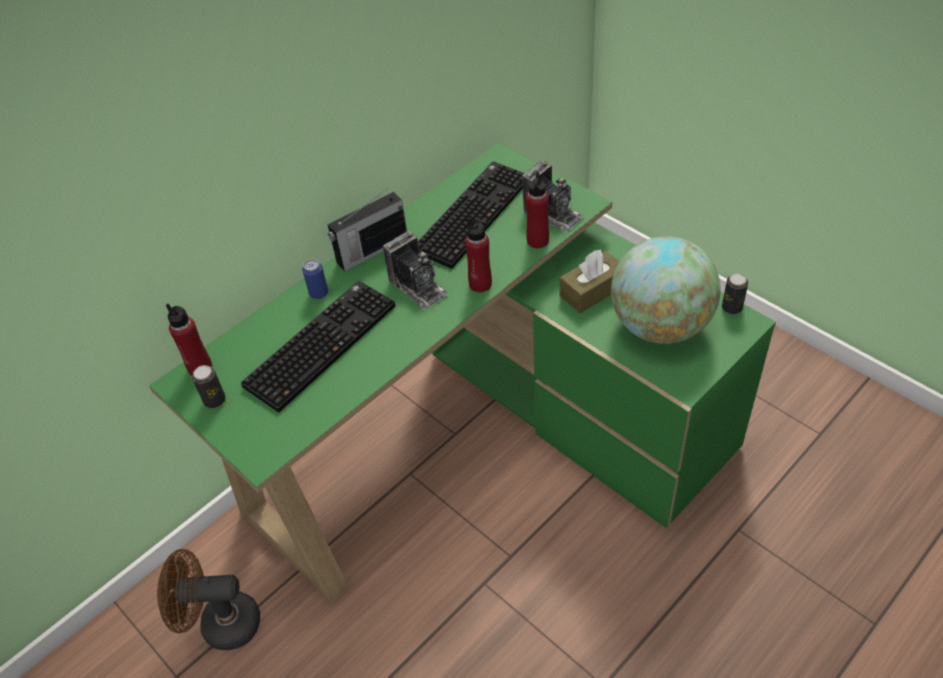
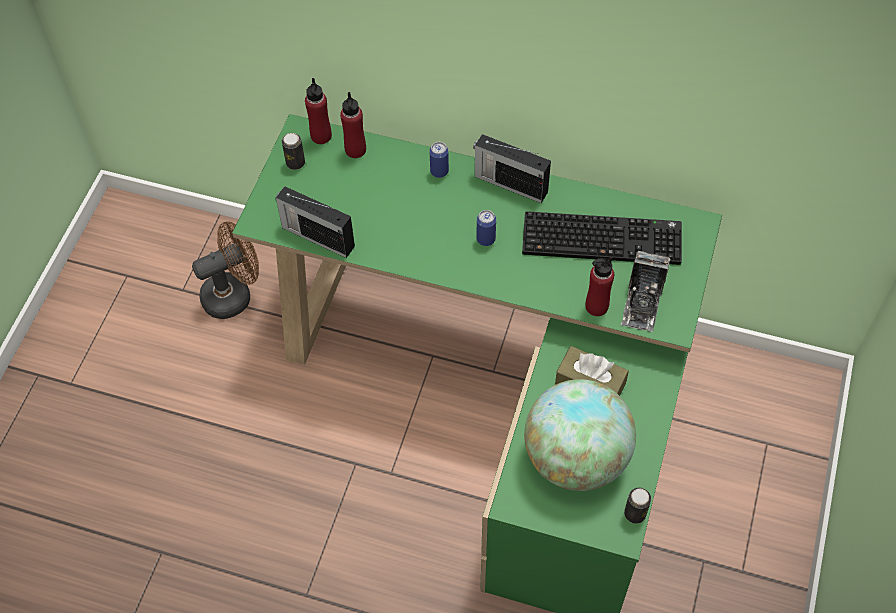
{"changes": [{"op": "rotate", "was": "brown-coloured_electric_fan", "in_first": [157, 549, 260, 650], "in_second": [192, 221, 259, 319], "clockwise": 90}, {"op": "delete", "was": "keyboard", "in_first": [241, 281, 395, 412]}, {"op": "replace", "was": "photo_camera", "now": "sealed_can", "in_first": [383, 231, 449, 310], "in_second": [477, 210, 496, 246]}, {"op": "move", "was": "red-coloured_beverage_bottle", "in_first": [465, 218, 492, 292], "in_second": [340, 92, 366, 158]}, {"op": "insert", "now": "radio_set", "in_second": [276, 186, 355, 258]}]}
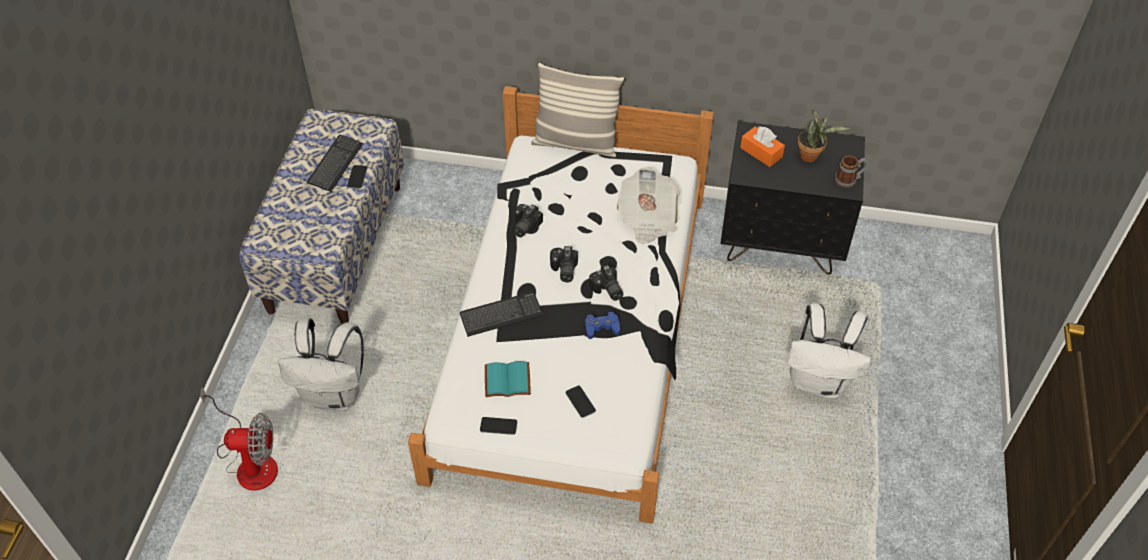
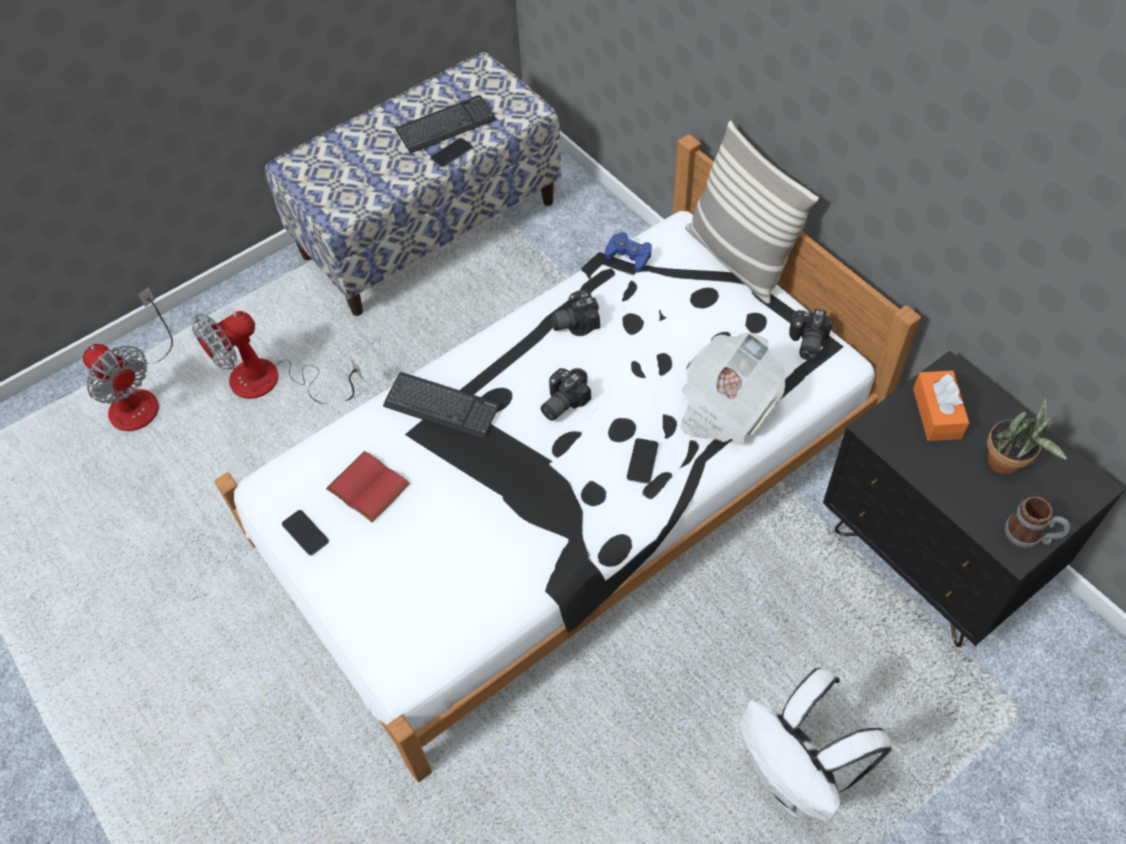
{"changes": [{"op": "replace", "was": "whitish_rucksack", "now": "electric_fan", "in_first": [278, 318, 364, 411], "in_second": [192, 311, 362, 404]}, {"op": "recolor", "was": "blue-green_book", "now": "red-coloured_book", "in_first": [485, 361, 531, 397], "in_second": [326, 451, 410, 522]}, {"op": "move", "was": "phone", "in_first": [566, 386, 596, 418], "in_second": [627, 438, 659, 484]}, {"op": "move", "was": "blue_gamepad", "in_first": [585, 312, 620, 339], "in_second": [605, 232, 652, 272]}, {"op": "move", "was": "photo_camera", "in_first": [589, 265, 623, 301], "in_second": [789, 309, 833, 361]}]}
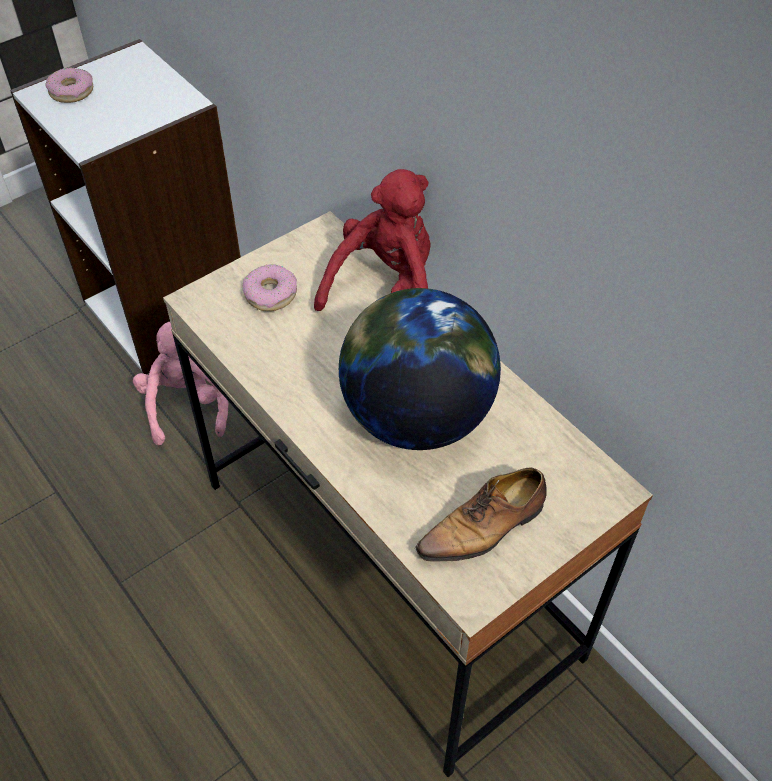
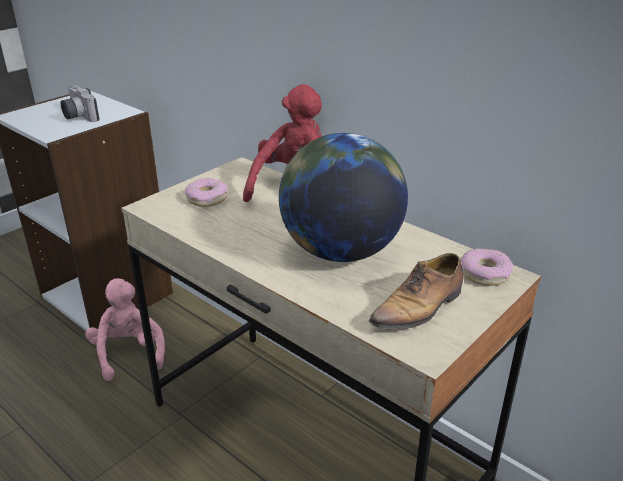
{"changes": [{"op": "move", "was": "doughnut", "in_first": [45, 68, 93, 103], "in_second": [461, 248, 513, 286]}, {"op": "insert", "now": "photo_camera", "in_second": [61, 85, 100, 122]}]}
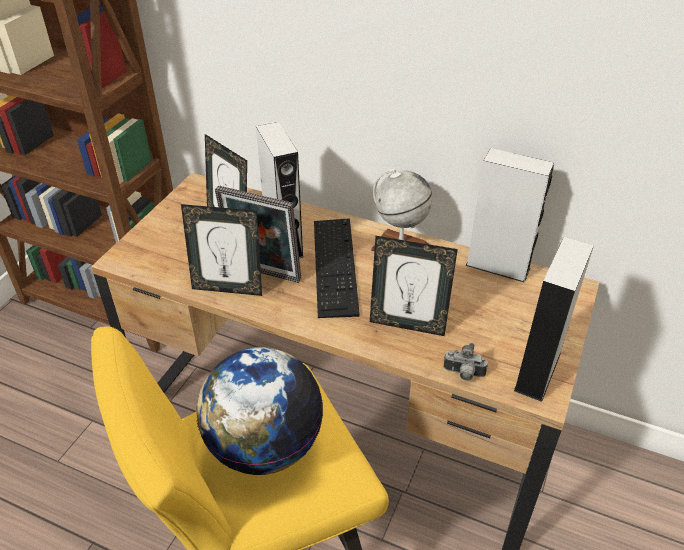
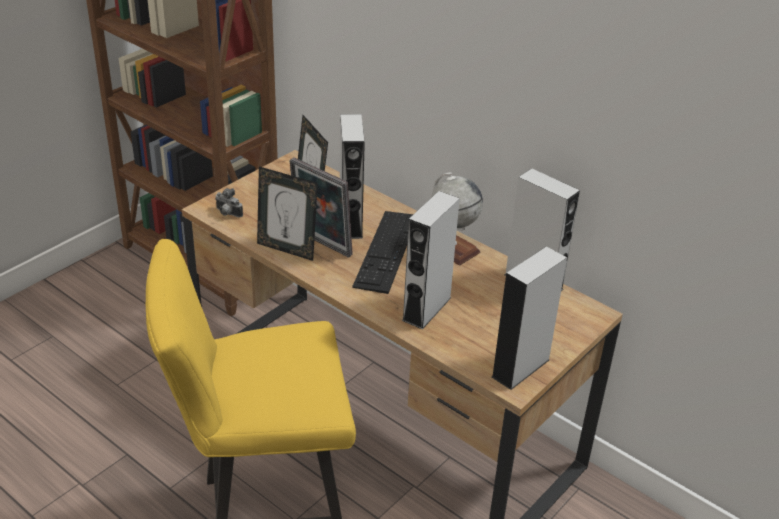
{"changes": [{"op": "delete", "was": "world_globe", "in_first": [196, 347, 323, 475]}, {"op": "replace", "was": "standing_frame", "now": "gray_audio_speaker", "in_first": [370, 236, 458, 336], "in_second": [402, 191, 460, 330]}, {"op": "move", "was": "photo_camera", "in_first": [444, 343, 488, 381], "in_second": [215, 188, 243, 217]}]}
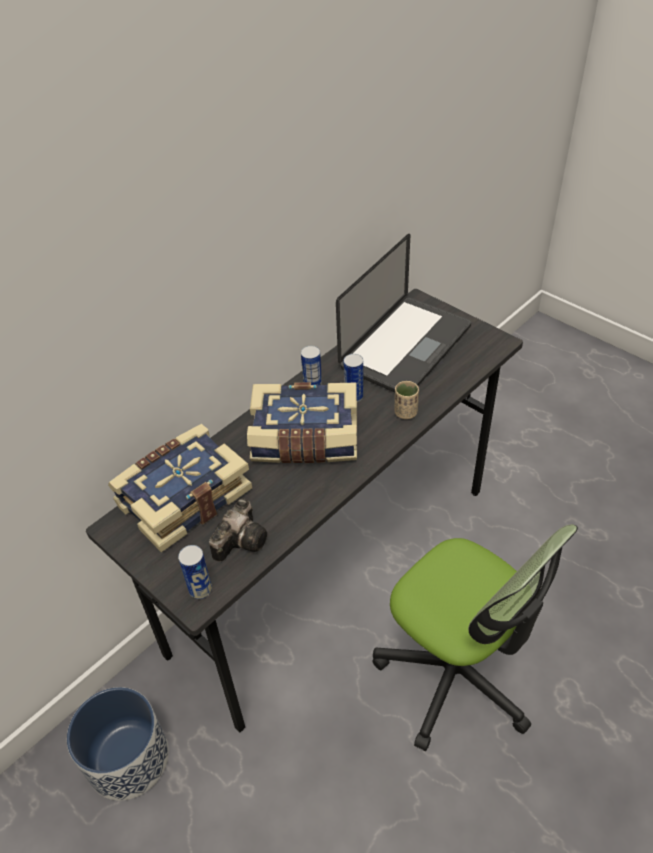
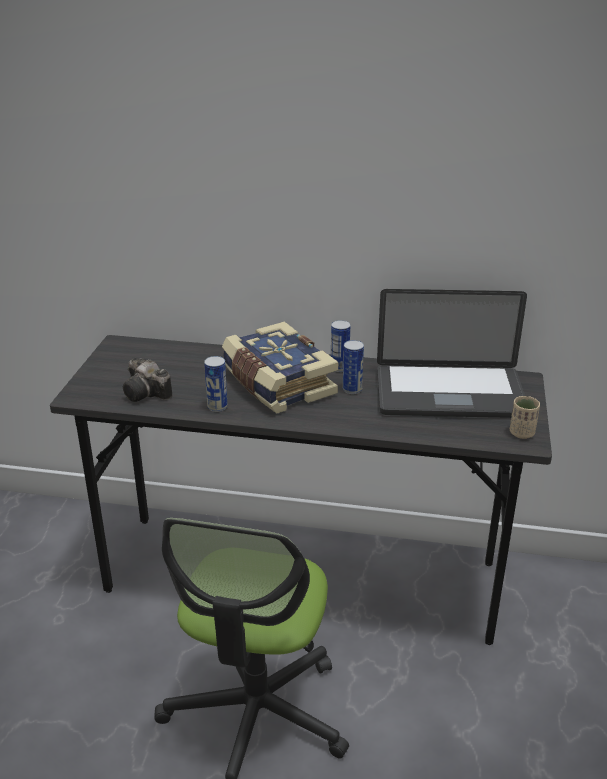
{"changes": [{"op": "delete", "was": "flower_pot", "in_first": [67, 687, 169, 801]}, {"op": "delete", "was": "book", "in_first": [108, 424, 252, 552]}, {"op": "move", "was": "sealed_can", "in_first": [178, 545, 212, 599], "in_second": [204, 356, 228, 412]}, {"op": "rotate", "was": "photo_camera", "in_first": [209, 498, 267, 562], "in_second": [123, 358, 172, 402], "clockwise": 45}, {"op": "move", "was": "beige_small_cup", "in_first": [395, 381, 419, 419], "in_second": [510, 396, 540, 439]}]}
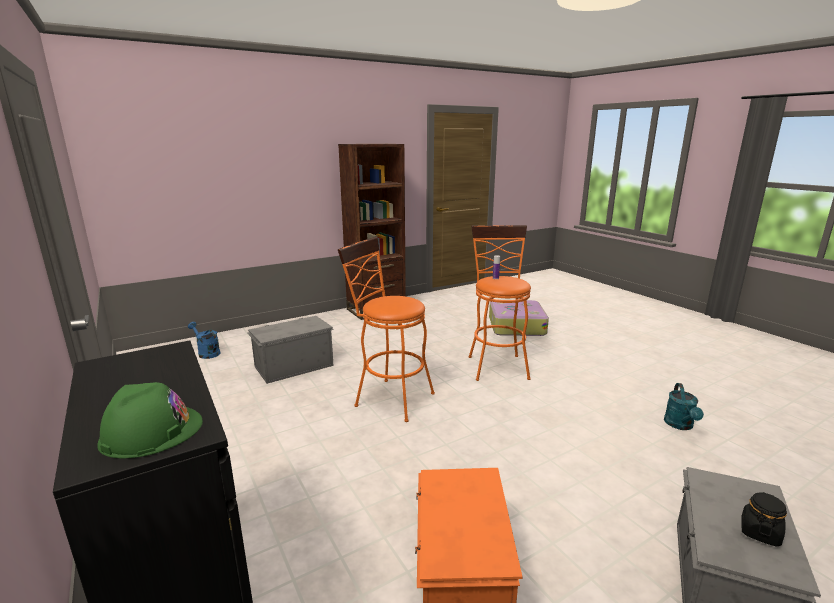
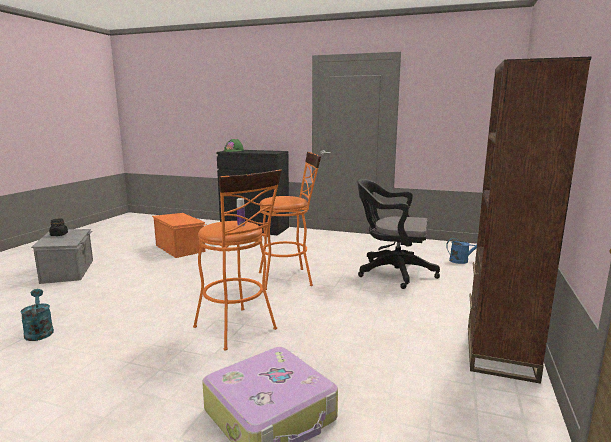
{"changes": [{"op": "replace", "was": "gray_storage_box", "now": "black_desk_chair", "in_first": [247, 316, 334, 384], "in_second": [357, 179, 440, 289]}]}
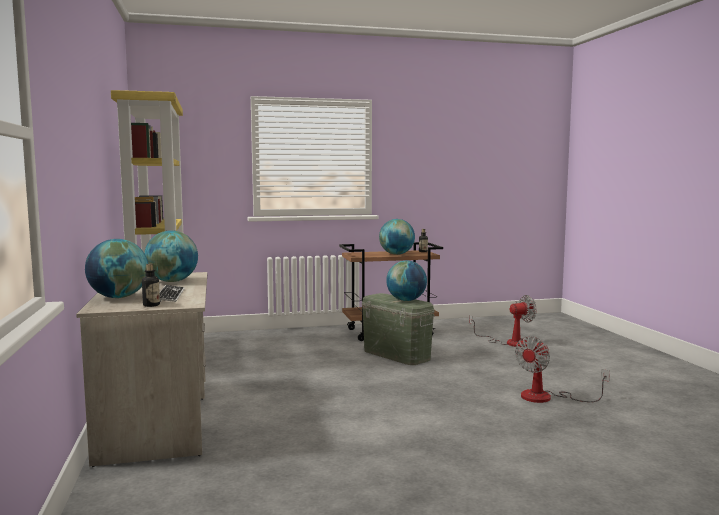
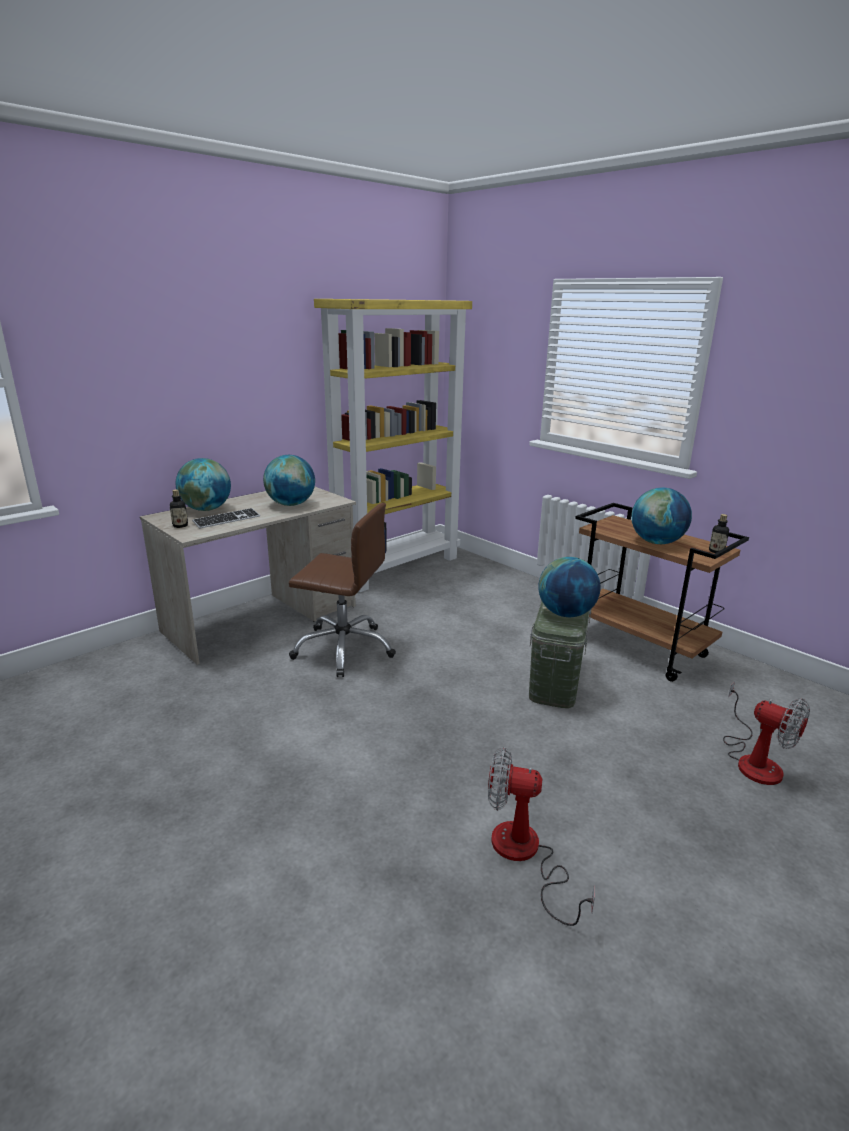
{"changes": [{"op": "insert", "now": "brown-coloured_desk_chair", "in_second": [289, 503, 396, 677]}]}
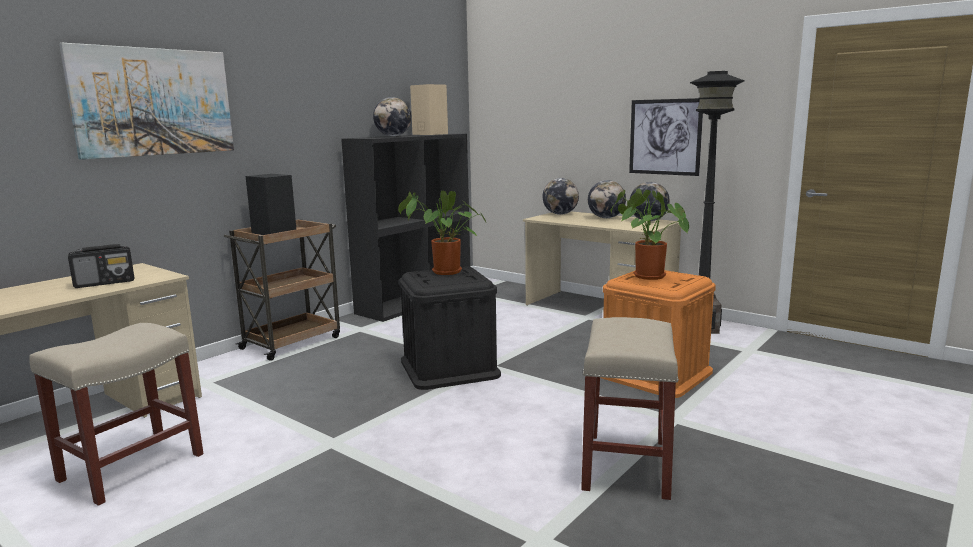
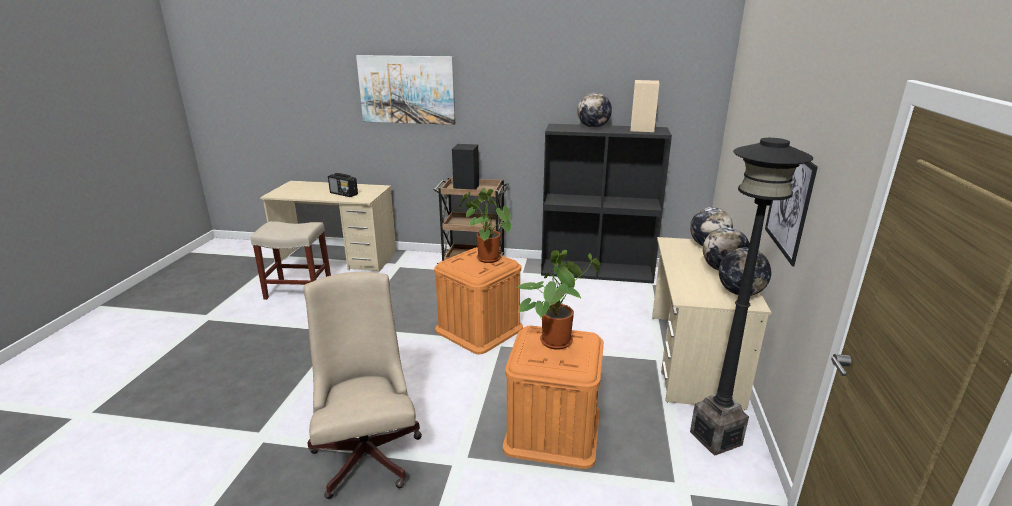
{"changes": [{"op": "recolor", "was": "black_storage_box", "now": "orangey_storage_box", "in_first": [399, 267, 501, 390], "in_second": [434, 247, 523, 354]}, {"op": "replace", "was": "beige_sitting_stool", "now": "beige_desk_chair", "in_first": [581, 317, 679, 500], "in_second": [304, 272, 422, 499]}]}
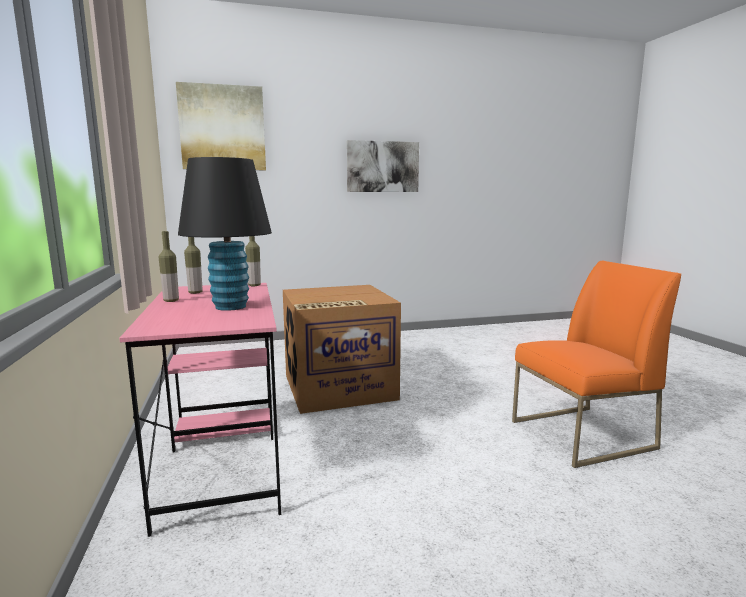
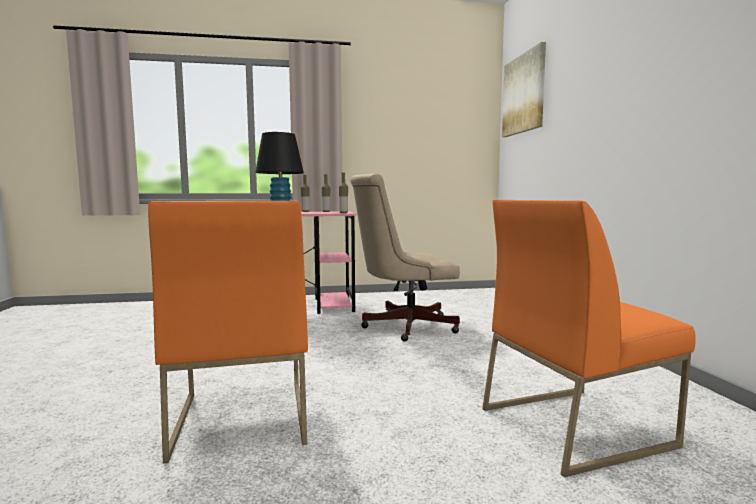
{"changes": [{"op": "replace", "was": "carton", "now": "beige_desk_chair", "in_first": [283, 285, 401, 414], "in_second": [350, 174, 460, 342]}, {"op": "delete", "was": "wall_art", "in_first": [347, 140, 419, 192]}, {"op": "insert", "now": "orangey_plain_chair", "in_second": [483, 200, 696, 477]}]}
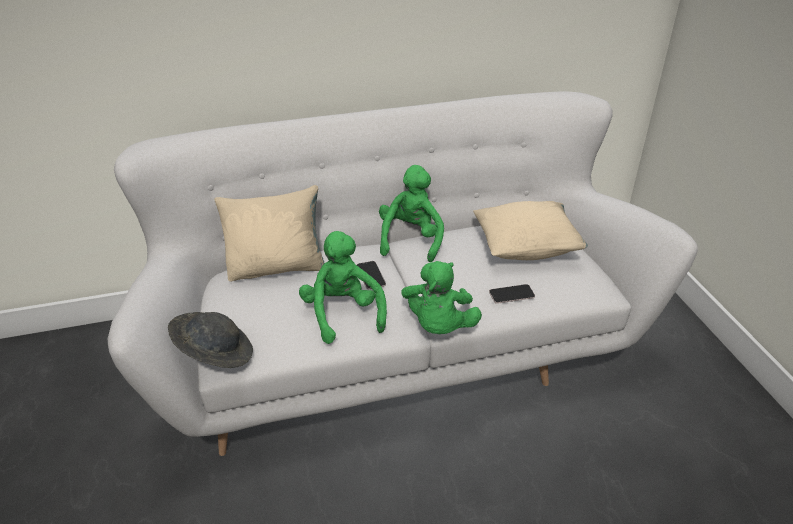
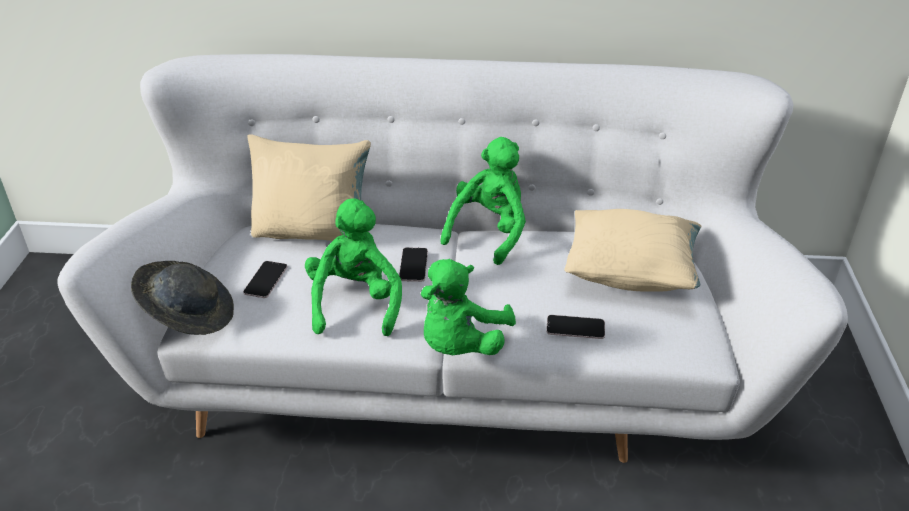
{"changes": [{"op": "insert", "now": "phone", "in_second": [243, 261, 287, 298]}]}
